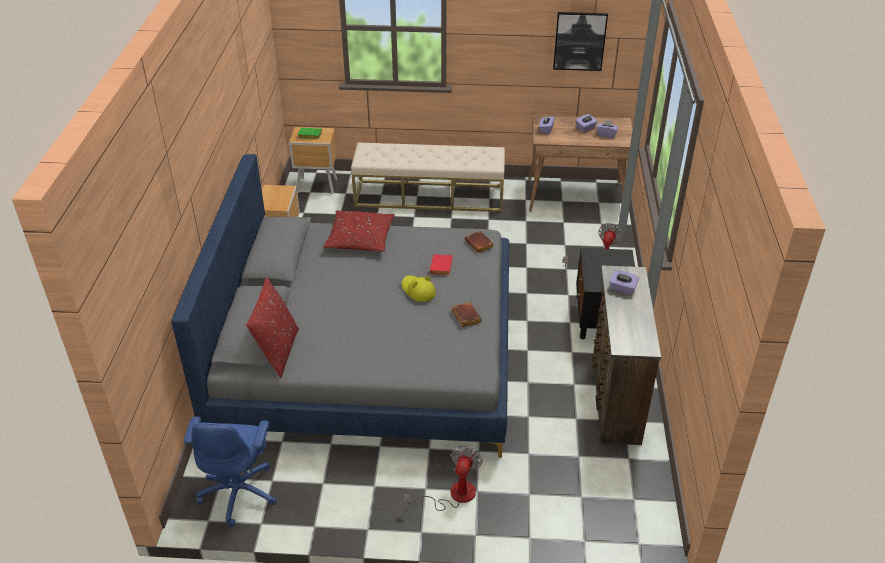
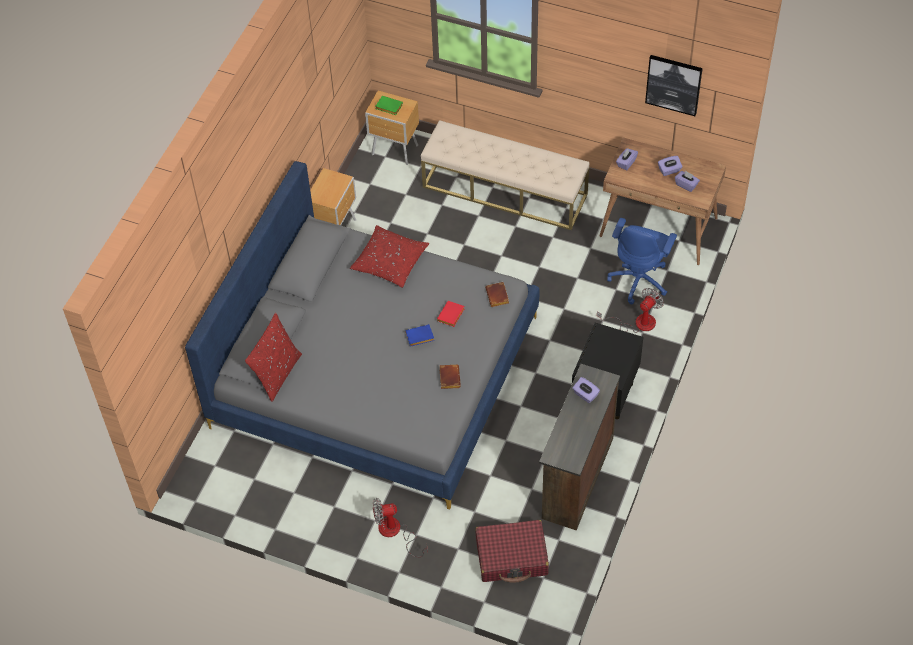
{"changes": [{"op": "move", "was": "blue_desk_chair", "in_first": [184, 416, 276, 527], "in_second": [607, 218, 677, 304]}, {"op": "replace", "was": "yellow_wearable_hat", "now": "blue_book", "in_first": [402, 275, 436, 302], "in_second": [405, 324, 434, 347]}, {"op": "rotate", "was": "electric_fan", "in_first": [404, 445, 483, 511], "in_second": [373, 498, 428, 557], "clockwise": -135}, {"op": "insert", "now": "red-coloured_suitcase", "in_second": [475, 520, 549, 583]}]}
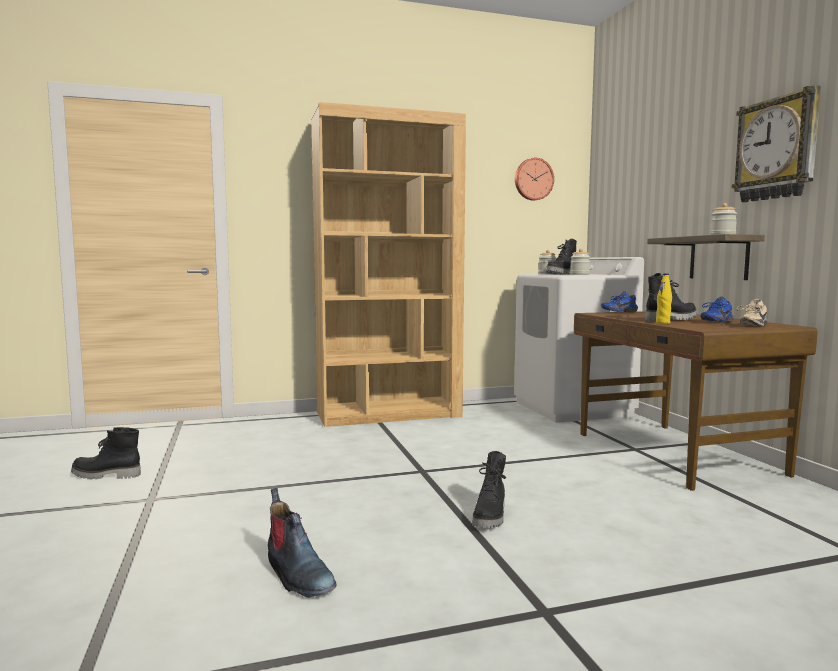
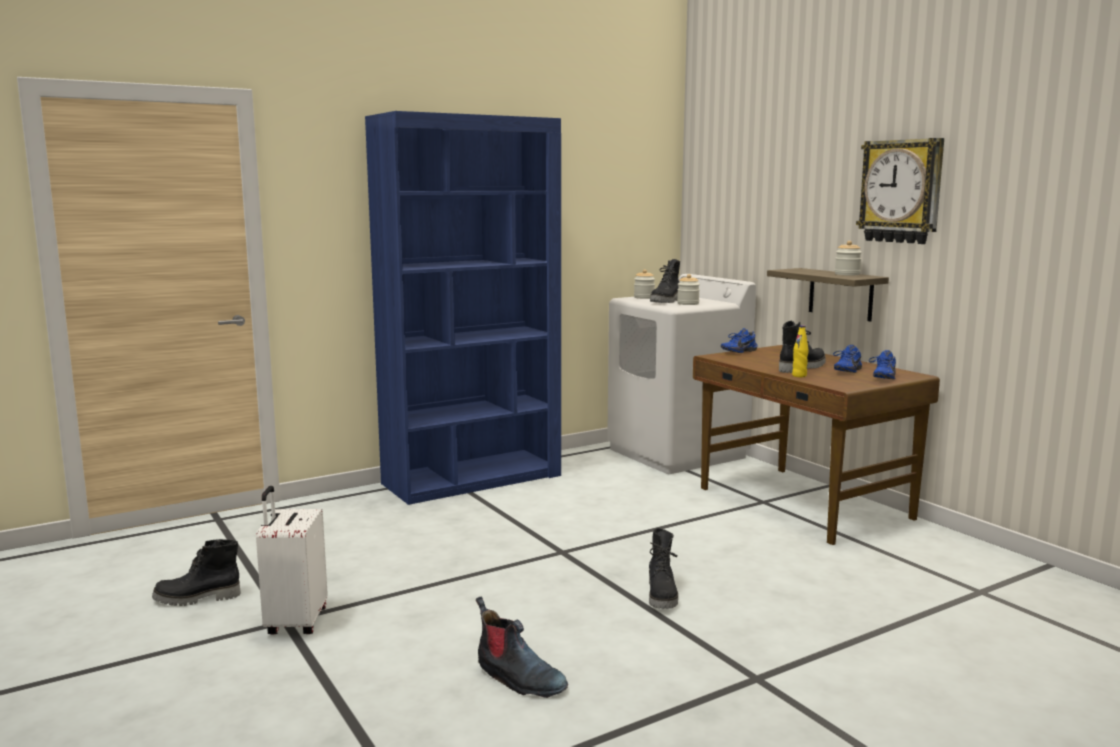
{"changes": [{"op": "recolor", "was": "brown-coloured_bookshelf", "now": "blue_bookshelf", "in_first": [311, 102, 466, 427], "in_second": [365, 111, 561, 505]}, {"op": "delete", "was": "clock_on_the_wall", "in_first": [515, 158, 554, 200]}, {"op": "recolor", "was": "beige_shoe", "now": "blue_shoe", "in_first": [736, 299, 767, 327], "in_second": [869, 350, 896, 379]}, {"op": "insert", "now": "whitish_suitcase", "in_second": [256, 486, 328, 634]}]}
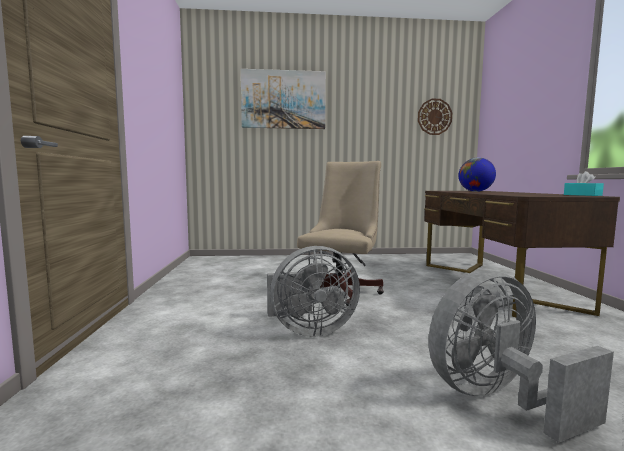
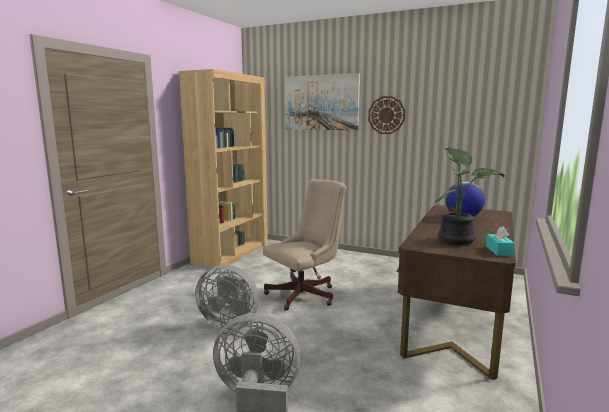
{"changes": [{"op": "move", "was": "clock_on_the_wall", "in_first": [418, 99, 452, 135], "in_second": [368, 96, 405, 134]}, {"op": "insert", "now": "brown-coloured_bookshelf", "in_second": [179, 69, 268, 268]}, {"op": "insert", "now": "plant_in_a_pot", "in_second": [434, 148, 505, 245]}]}
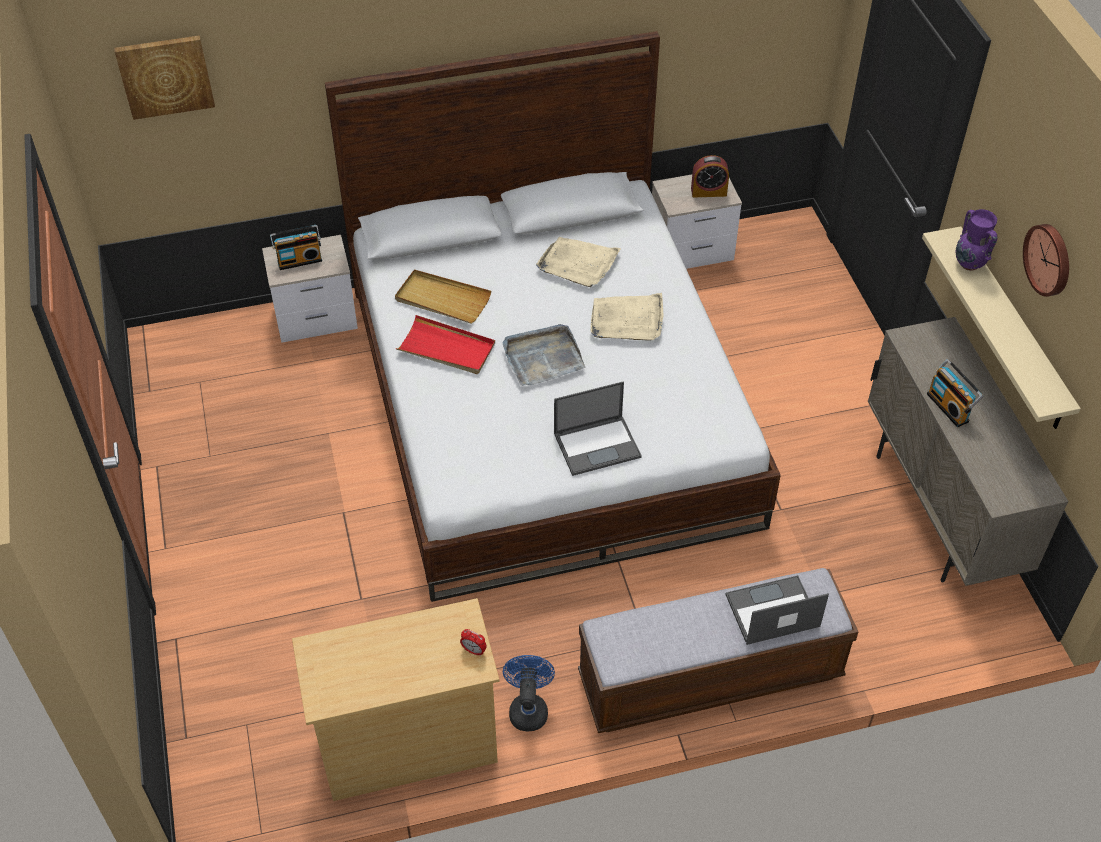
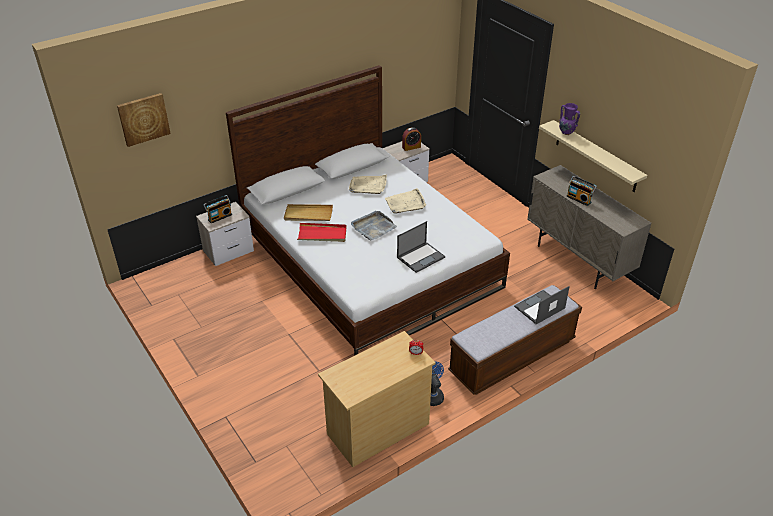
{"changes": [{"op": "delete", "was": "clock_on_the_wall", "in_first": [1023, 224, 1069, 297]}]}
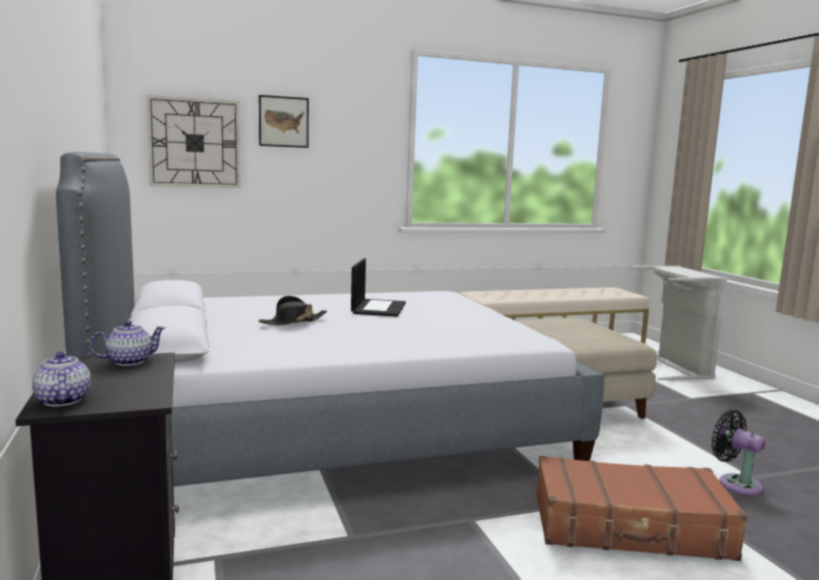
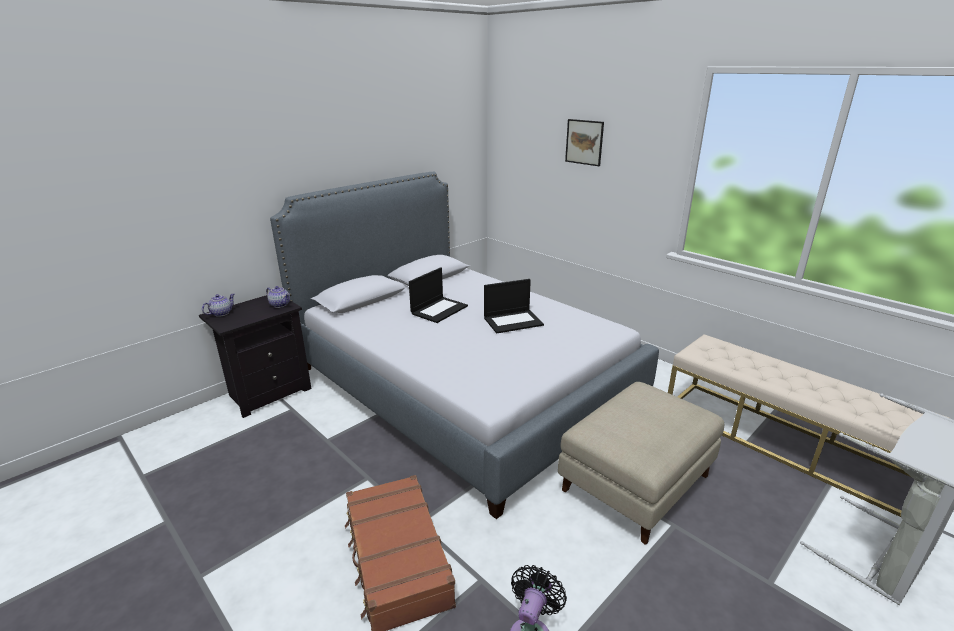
{"changes": [{"op": "delete", "was": "clock_on_the_wall", "in_first": [146, 95, 240, 188]}, {"op": "replace", "was": "black_wearable_hat", "now": "notebook_computer", "in_first": [258, 296, 327, 325], "in_second": [409, 267, 468, 323]}]}
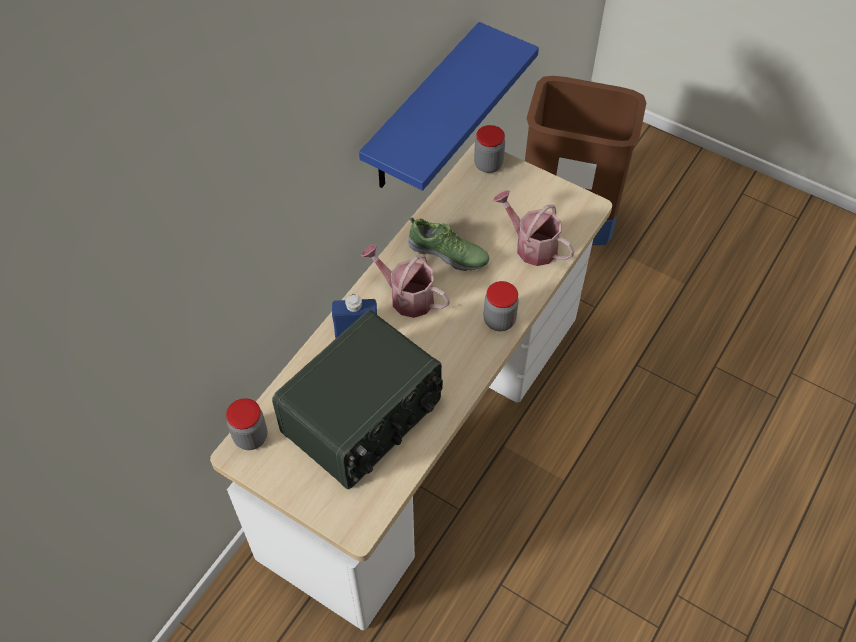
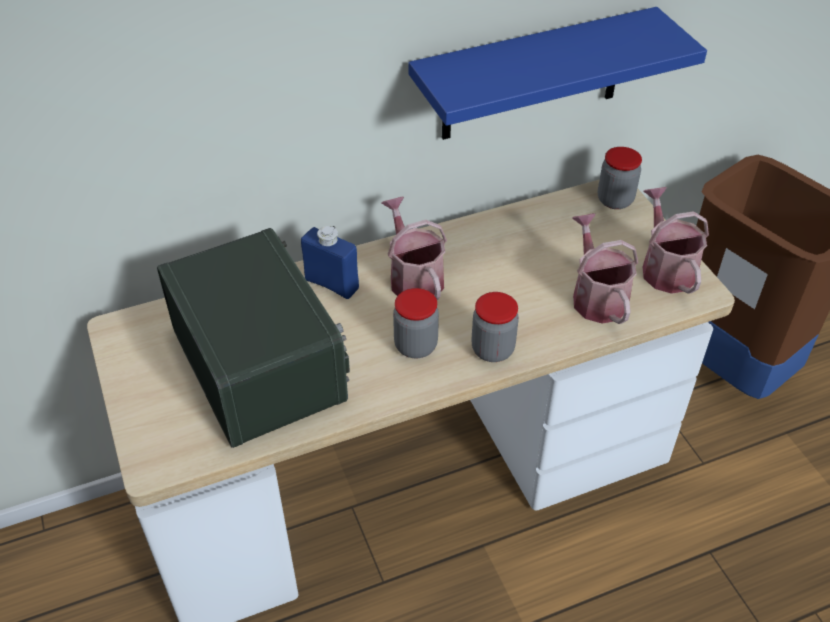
{"changes": [{"op": "move", "was": "jar", "in_first": [226, 398, 267, 450], "in_second": [393, 288, 439, 359]}, {"op": "rotate", "was": "radio_set", "in_first": [272, 310, 443, 489], "in_second": [157, 228, 350, 448], "clockwise": -105}, {"op": "delete", "was": "shoe", "in_first": [408, 217, 489, 271]}, {"op": "insert", "now": "watering_pot", "in_second": [643, 187, 709, 294]}]}
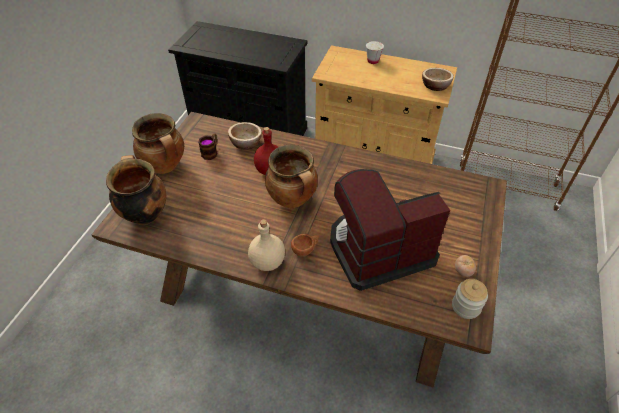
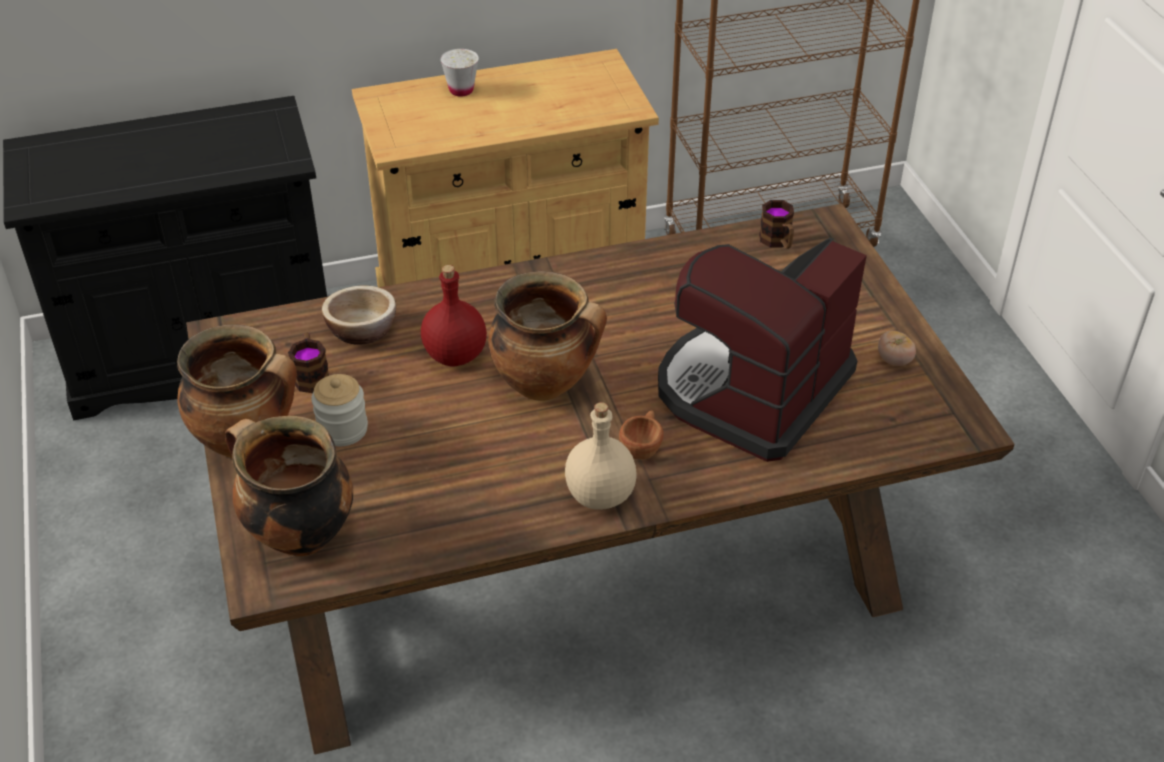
{"changes": [{"op": "delete", "was": "bowl", "in_first": [422, 68, 454, 91]}, {"op": "move", "was": "jar", "in_first": [452, 279, 488, 319], "in_second": [311, 374, 368, 446]}, {"op": "insert", "now": "mug", "in_second": [759, 200, 794, 249]}]}
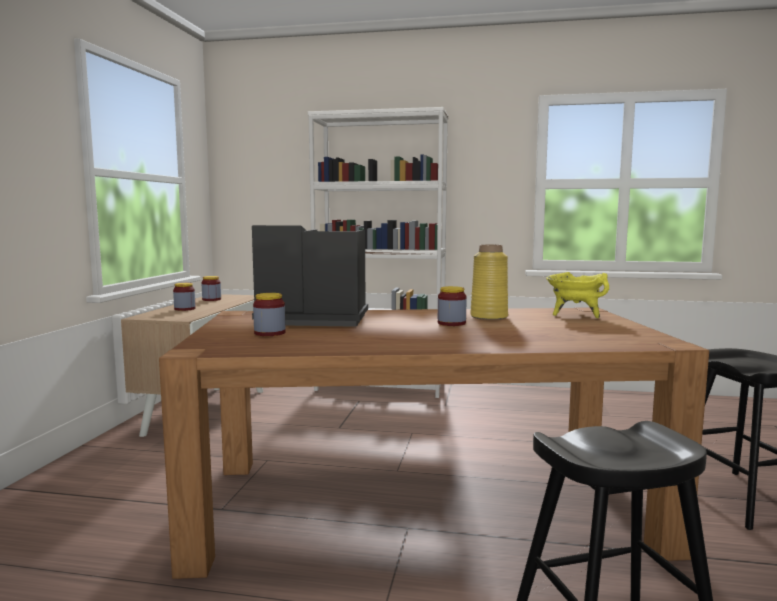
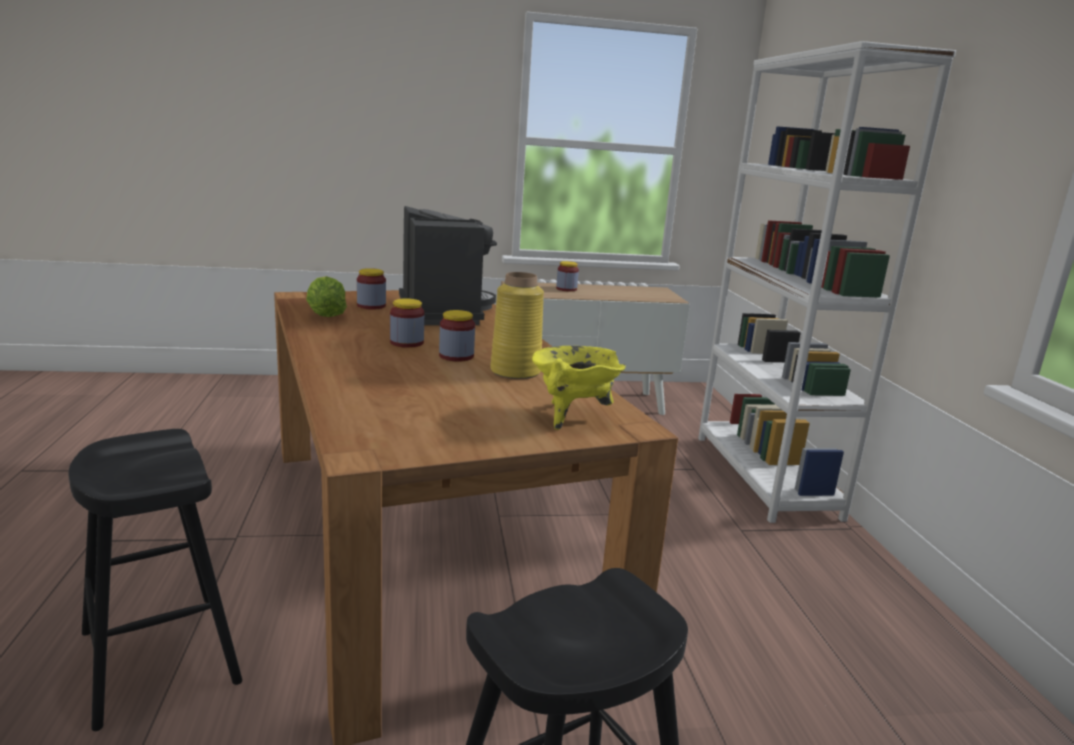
{"changes": [{"op": "move", "was": "jar", "in_first": [202, 276, 221, 301], "in_second": [390, 298, 424, 348]}, {"op": "insert", "now": "lettuce_head", "in_second": [306, 276, 347, 317]}]}
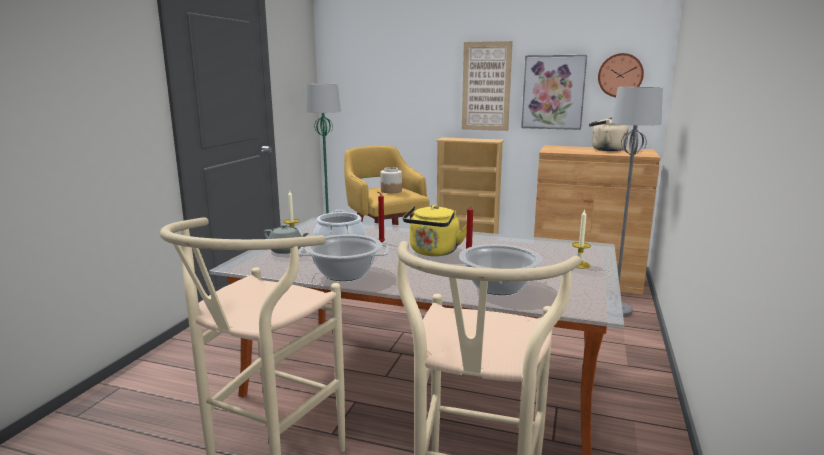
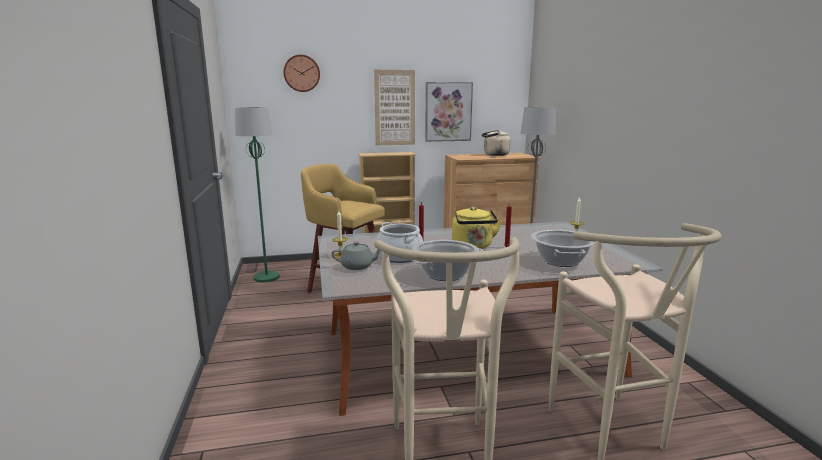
{"changes": [{"op": "delete", "was": "jar", "in_first": [380, 167, 402, 193]}, {"op": "move", "was": "clock_on_the_wall", "in_first": [598, 53, 644, 97], "in_second": [284, 55, 320, 92]}]}
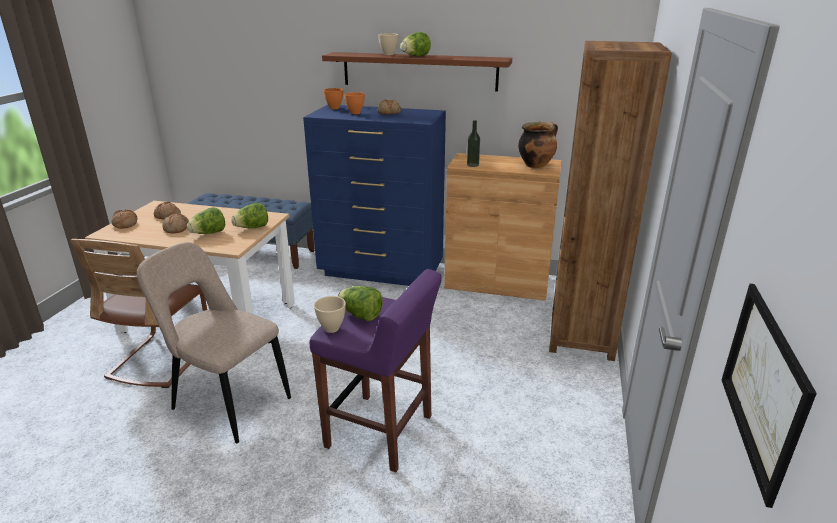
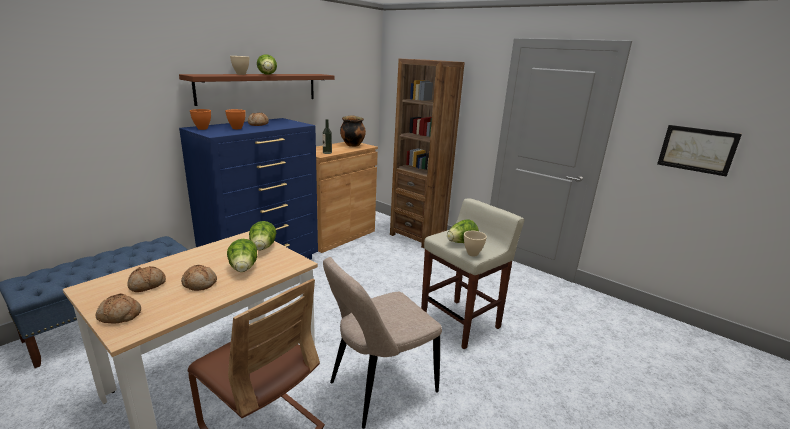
{"changes": [{"op": "recolor", "was": "purplish_sitting_stool", "now": "beige_sitting_stool", "in_first": [309, 269, 442, 472], "in_second": [421, 198, 524, 349]}]}
